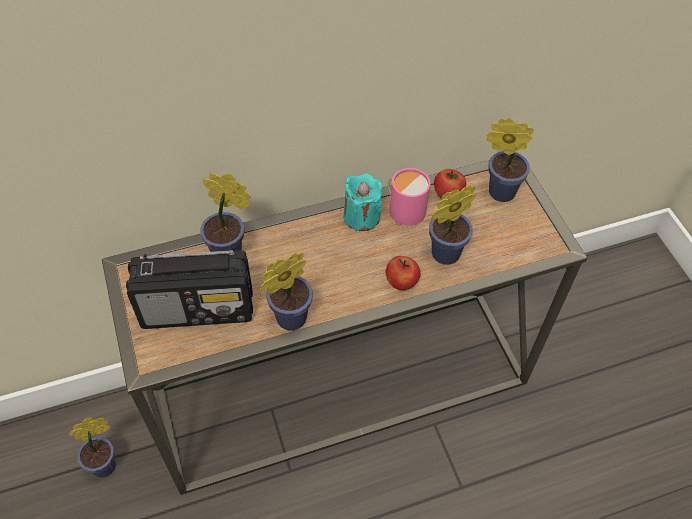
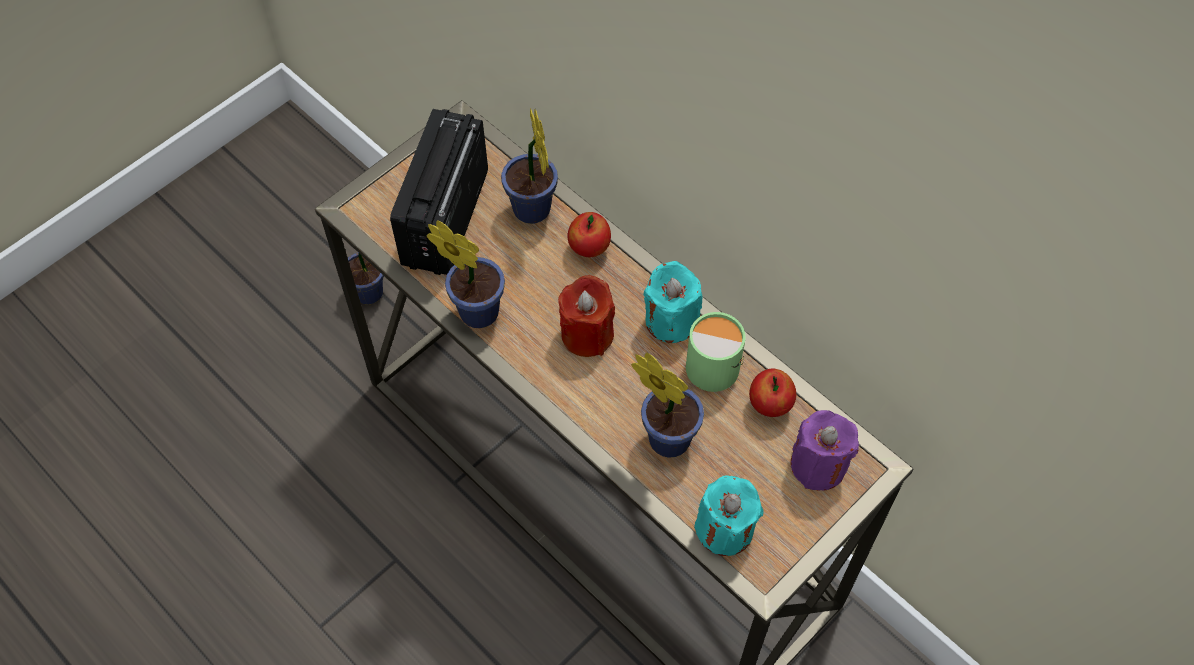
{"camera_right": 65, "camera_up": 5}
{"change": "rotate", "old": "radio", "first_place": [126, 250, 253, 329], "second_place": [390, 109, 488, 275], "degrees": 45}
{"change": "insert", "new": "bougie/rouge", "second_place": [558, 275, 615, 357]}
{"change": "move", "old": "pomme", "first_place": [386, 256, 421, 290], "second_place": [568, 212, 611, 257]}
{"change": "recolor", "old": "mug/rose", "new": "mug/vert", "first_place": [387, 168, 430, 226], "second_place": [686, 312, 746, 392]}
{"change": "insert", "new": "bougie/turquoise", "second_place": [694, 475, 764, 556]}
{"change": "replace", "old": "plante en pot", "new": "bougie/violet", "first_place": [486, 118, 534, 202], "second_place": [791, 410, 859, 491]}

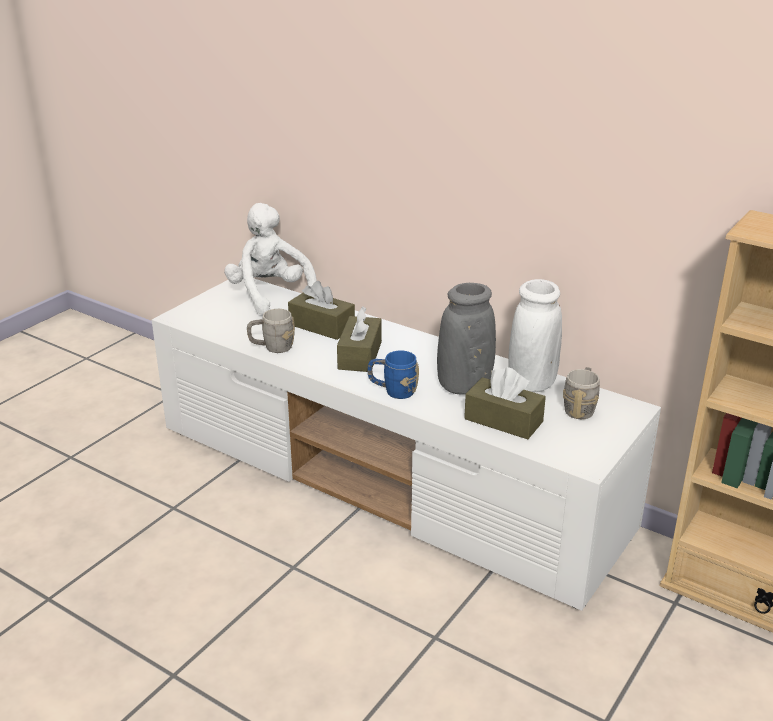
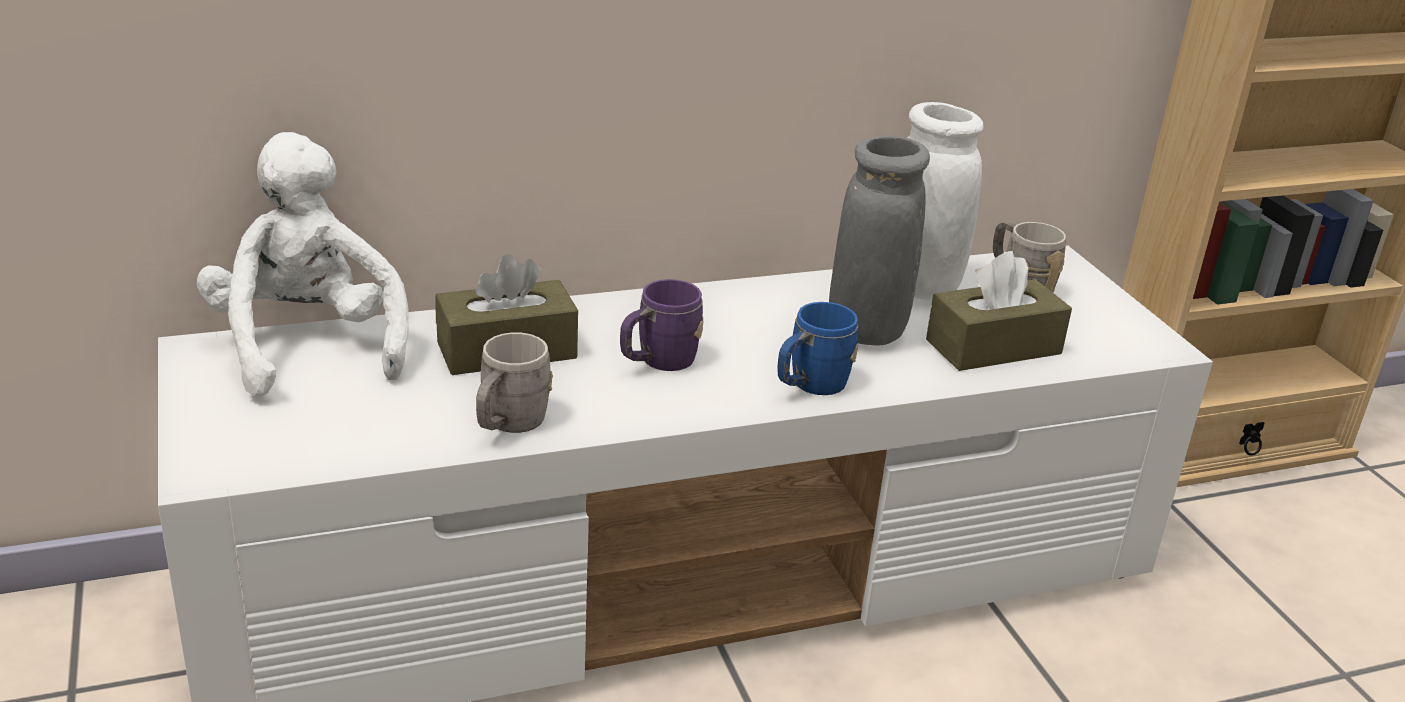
{"camera_right": -55, "camera_up": 0}
{"change": "rotate", "old": "peluche/blanc", "first_place": [224, 203, 317, 315], "second_place": [197, 132, 409, 397], "degrees": 60}
{"change": "replace", "old": "boîte à mouchoirs/marron", "new": "mug/violet", "first_place": [337, 306, 382, 372], "second_place": [620, 279, 703, 371]}

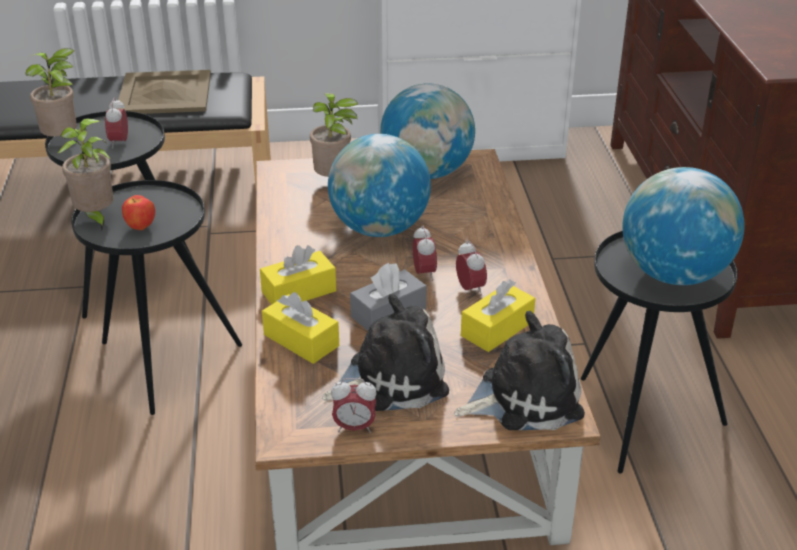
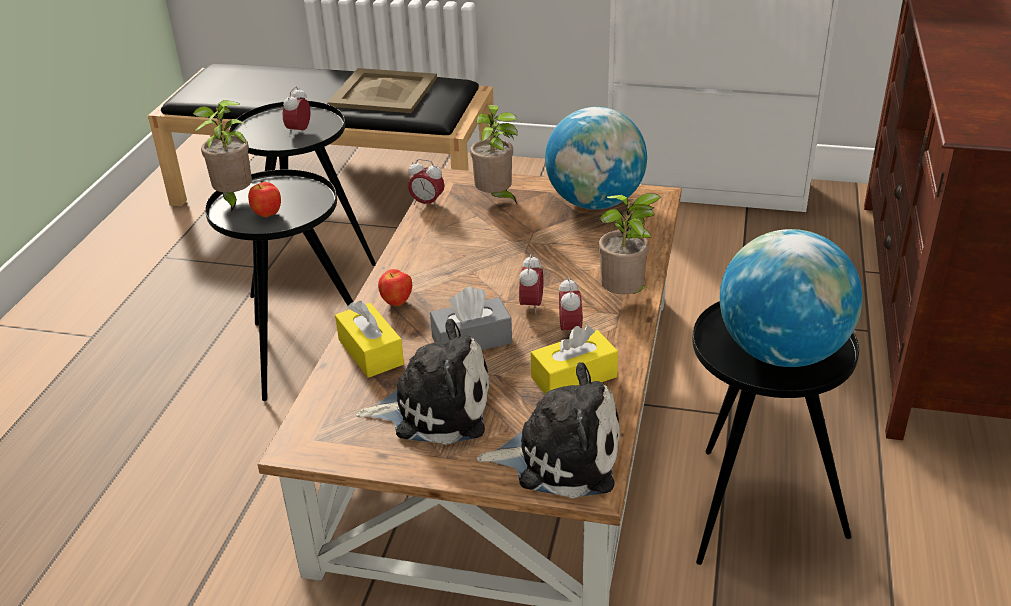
{"camera_right": 20, "camera_up": 0}
{"change": "replace", "old": "boîte à mouchoirs/jaune", "new": "pomme", "first_place": [260, 245, 336, 305], "second_place": [378, 269, 412, 306]}
{"change": "move", "old": "réveil", "first_place": [331, 378, 377, 433], "second_place": [408, 159, 445, 208]}
{"change": "move", "old": "plante en pot", "first_place": [26, 48, 78, 137], "second_place": [599, 193, 661, 294]}
{"change": "delete", "old": "globe", "first_place": [328, 134, 431, 237]}

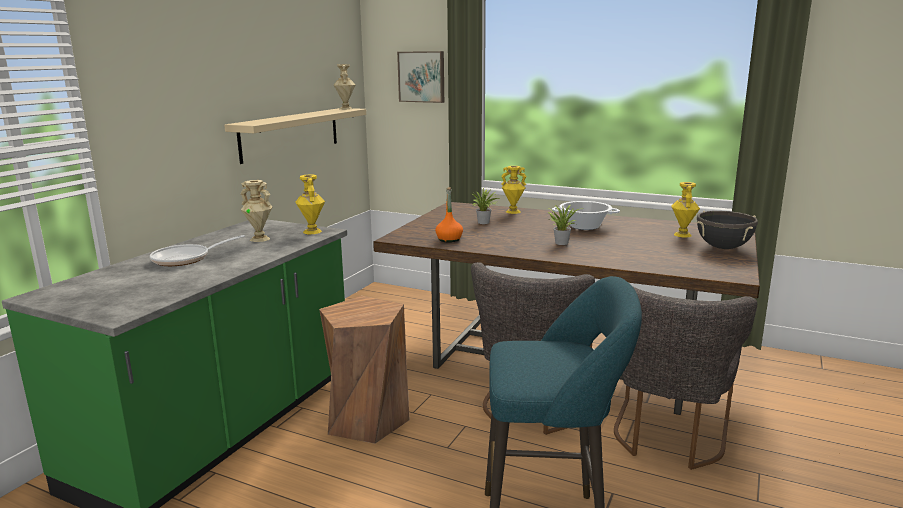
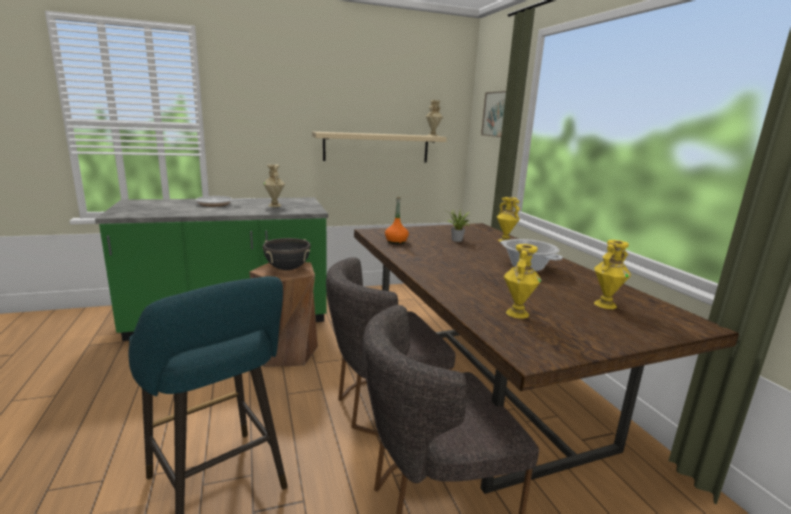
{"camera_right": 45, "camera_up": 0}
{"change": "move", "old": "marmite/noir", "first_place": [697, 211, 758, 249], "second_place": [263, 238, 311, 270]}
{"change": "move", "old": "vase/jaune", "first_place": [295, 174, 325, 234], "second_place": [504, 244, 541, 319]}
{"change": "delete", "old": "plante en pot", "first_place": [548, 205, 579, 245]}

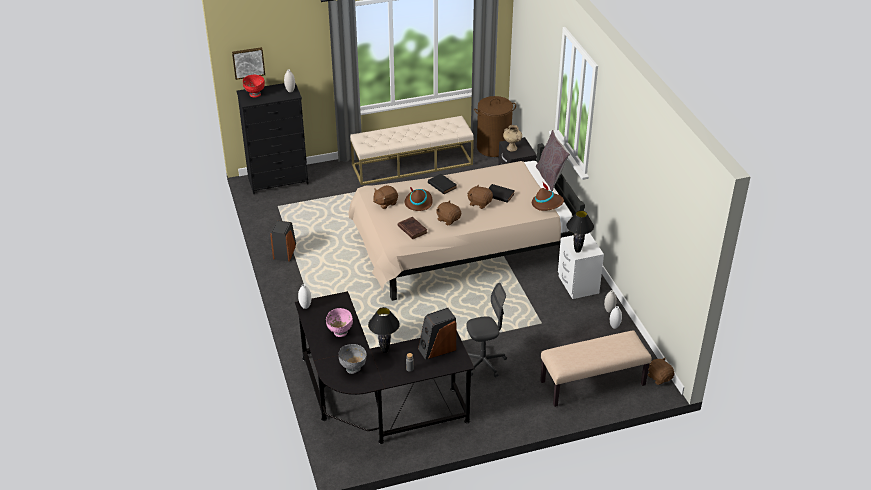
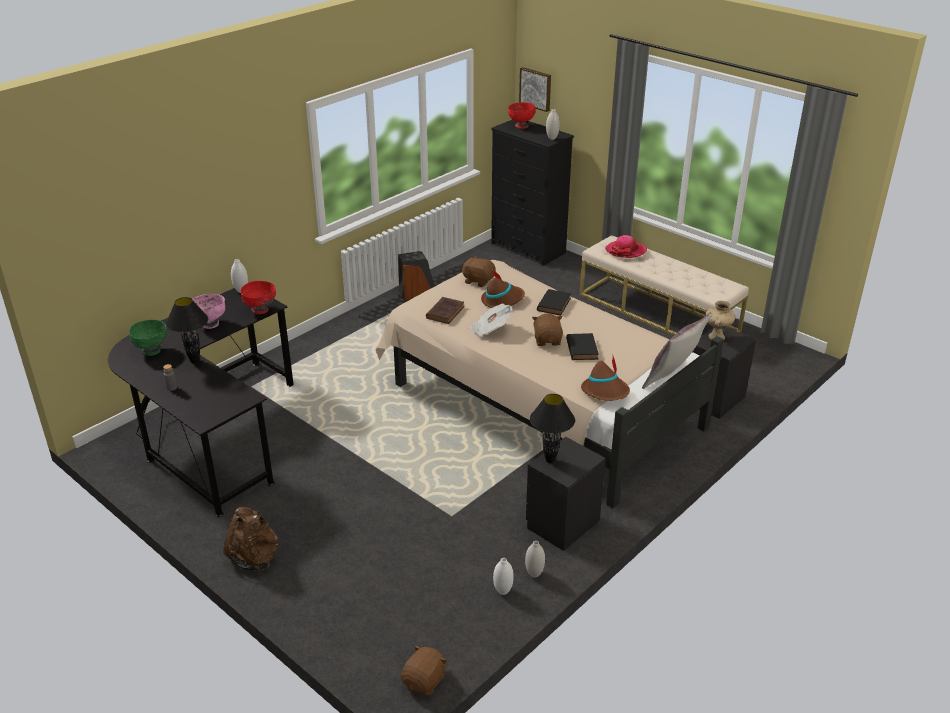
{"camera_right": 60, "camera_up": -5}
{"change": "recolor", "old": "bol/gris", "new": "bol/vert", "first_place": [339, 344, 367, 374], "second_place": [129, 320, 167, 356]}
{"change": "insert", "new": "sac à dos/marron", "second_place": [223, 507, 278, 572]}
{"change": "insert", "new": "bol/rouge", "second_place": [241, 281, 276, 314]}
{"change": "replace", "old": "peluche/marron", "new": "journal", "first_place": [436, 201, 461, 226], "second_place": [469, 304, 513, 337]}
{"change": "recolor", "old": "table de chevet/blanc", "new": "table de chevet/noir", "first_place": [558, 233, 604, 299], "second_place": [526, 437, 606, 551]}
{"change": "insert", "new": "chapeau", "second_place": [605, 235, 647, 258]}
{"change": "delete", "old": "enceinte", "first_place": [418, 308, 456, 360]}
{"change": "delete", "old": "chaise de bureau/gris", "first_place": [466, 283, 507, 378]}
{"change": "delete", "old": "panier à linge/marron", "first_place": [474, 96, 516, 157]}
{"change": "delete", "old": "banc/beige", "first_place": [540, 330, 652, 407]}

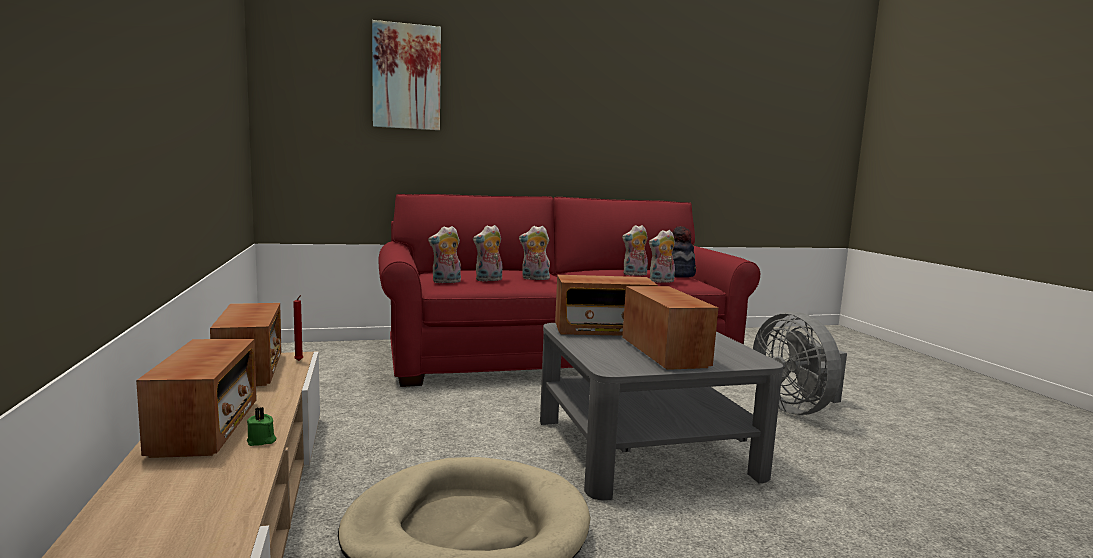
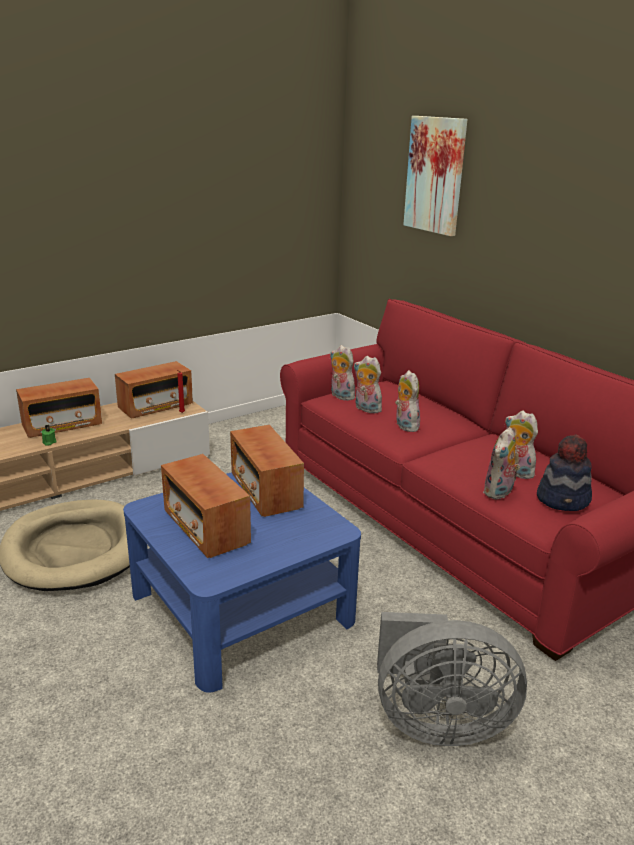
{"camera_right": 70, "camera_up": 15}
{"change": "recolor", "old": "table basse/gris", "new": "table basse/bleu", "first_place": [540, 323, 783, 500], "second_place": [123, 472, 361, 693]}
{"change": "rotate", "old": "radio", "first_place": [622, 286, 718, 370], "second_place": [161, 454, 251, 558], "degrees": 90}
{"change": "rotate", "old": "ventilateur/gris", "first_place": [753, 311, 847, 415], "second_place": [377, 612, 527, 746], "degrees": -135}
{"change": "rotate", "old": "peluche", "first_place": [649, 230, 675, 283], "second_place": [483, 427, 520, 500], "degrees": -105}

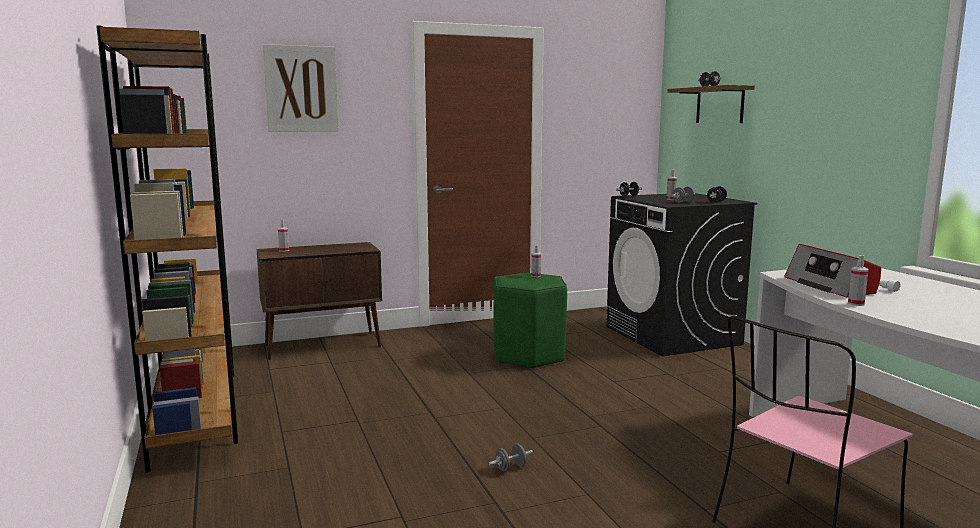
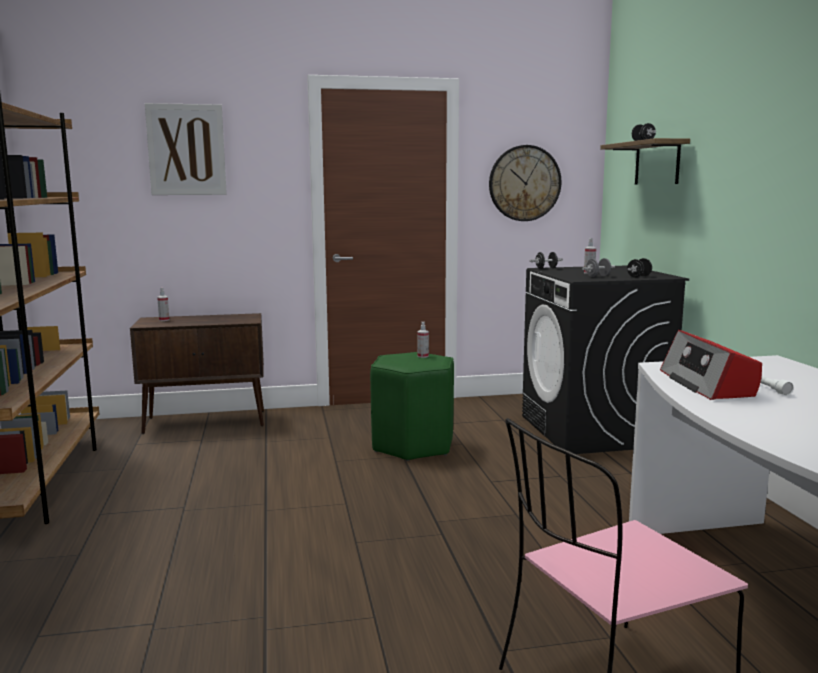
{"camera_right": 10, "camera_up": 0}
{"change": "insert", "new": "horloge murale", "second_place": [489, 145, 561, 221]}
{"change": "delete", "old": "haltère/gris", "first_place": [489, 444, 533, 472]}
{"change": "delete", "old": "vaporisateur", "first_place": [848, 255, 869, 306]}

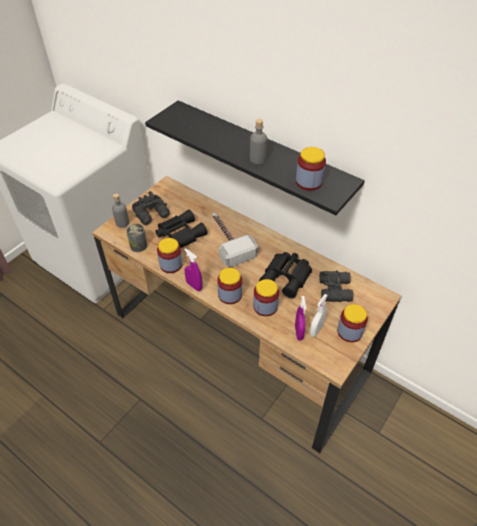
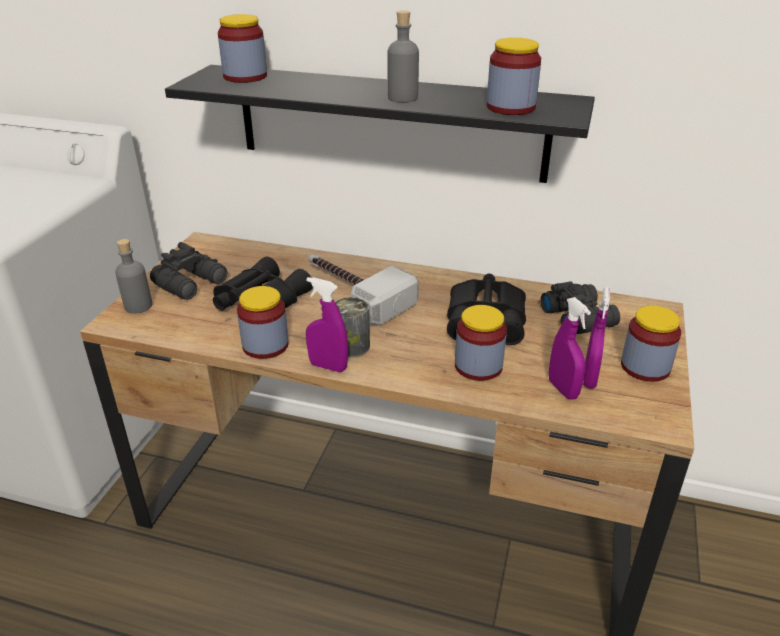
{"camera_right": -20, "camera_up": -15}
{"change": "move", "old": "bocal", "first_place": [217, 268, 242, 304], "second_place": [218, 14, 267, 83]}
{"change": "move", "old": "boîte métallique", "first_place": [126, 224, 147, 252], "second_place": [335, 297, 370, 357]}
{"change": "recolor", "old": "vaporisateur/blanc", "new": "vaporisateur/violet", "first_place": [310, 294, 328, 337], "second_place": [583, 287, 610, 389]}

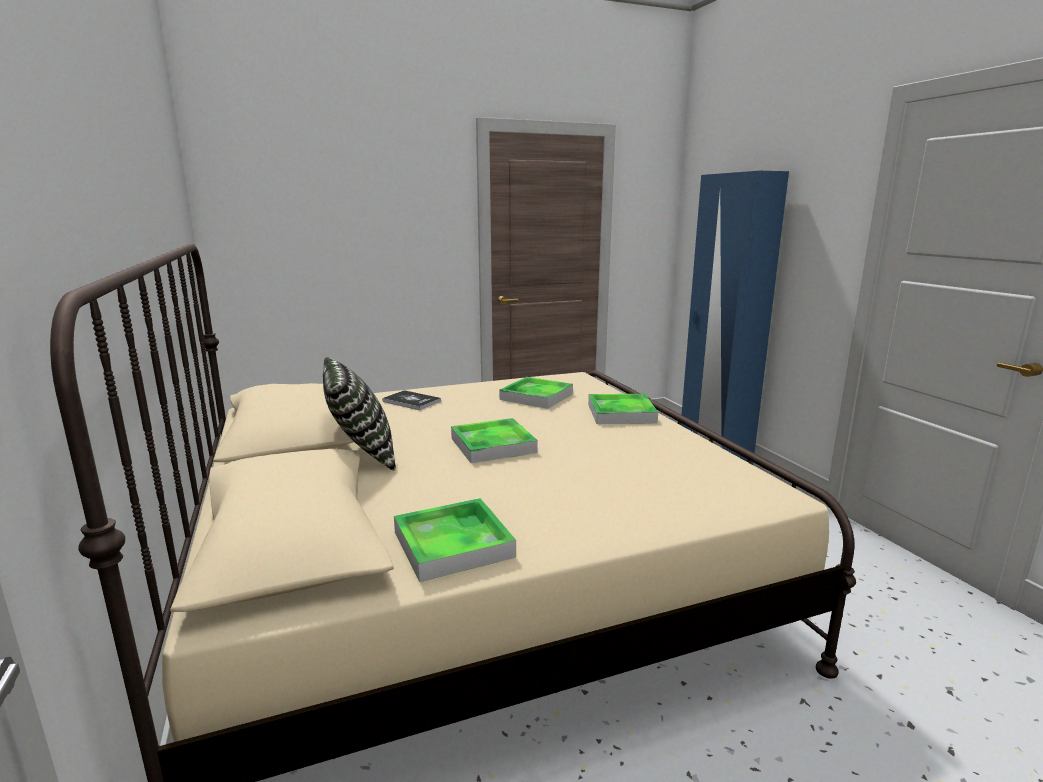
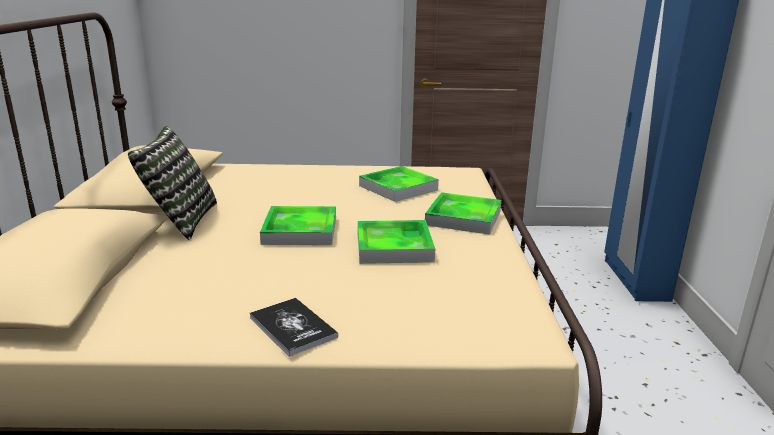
{"camera_right": 20, "camera_up": 5}
{"change": "move", "old": "livre", "first_place": [382, 390, 441, 410], "second_place": [250, 298, 338, 357]}
{"change": "move", "old": "plateau", "first_place": [394, 498, 516, 582], "second_place": [357, 220, 435, 264]}

